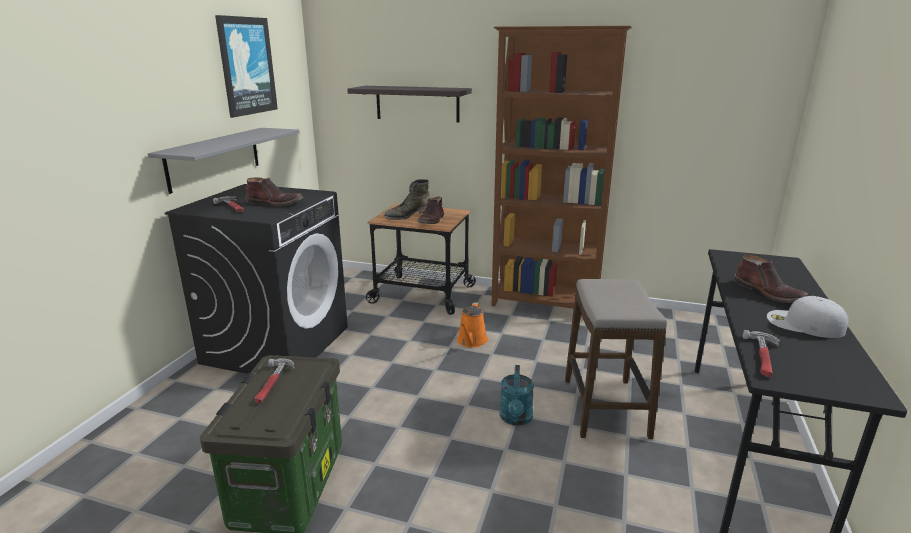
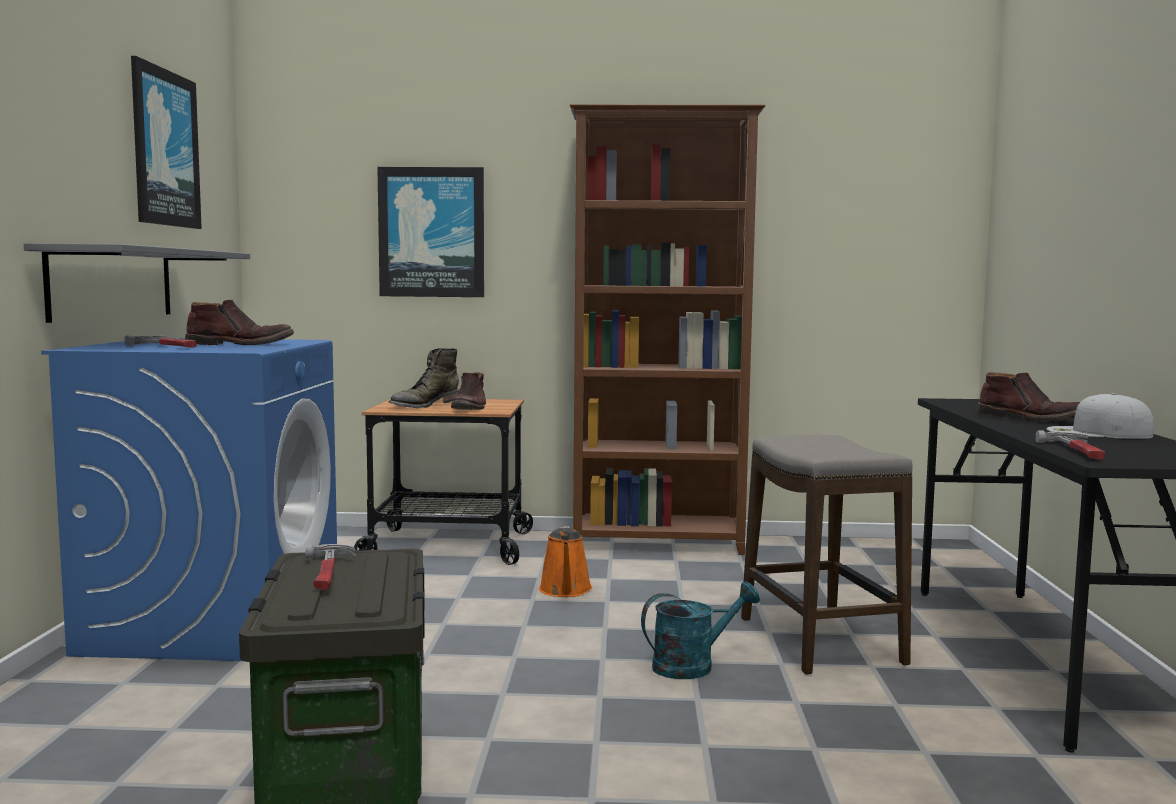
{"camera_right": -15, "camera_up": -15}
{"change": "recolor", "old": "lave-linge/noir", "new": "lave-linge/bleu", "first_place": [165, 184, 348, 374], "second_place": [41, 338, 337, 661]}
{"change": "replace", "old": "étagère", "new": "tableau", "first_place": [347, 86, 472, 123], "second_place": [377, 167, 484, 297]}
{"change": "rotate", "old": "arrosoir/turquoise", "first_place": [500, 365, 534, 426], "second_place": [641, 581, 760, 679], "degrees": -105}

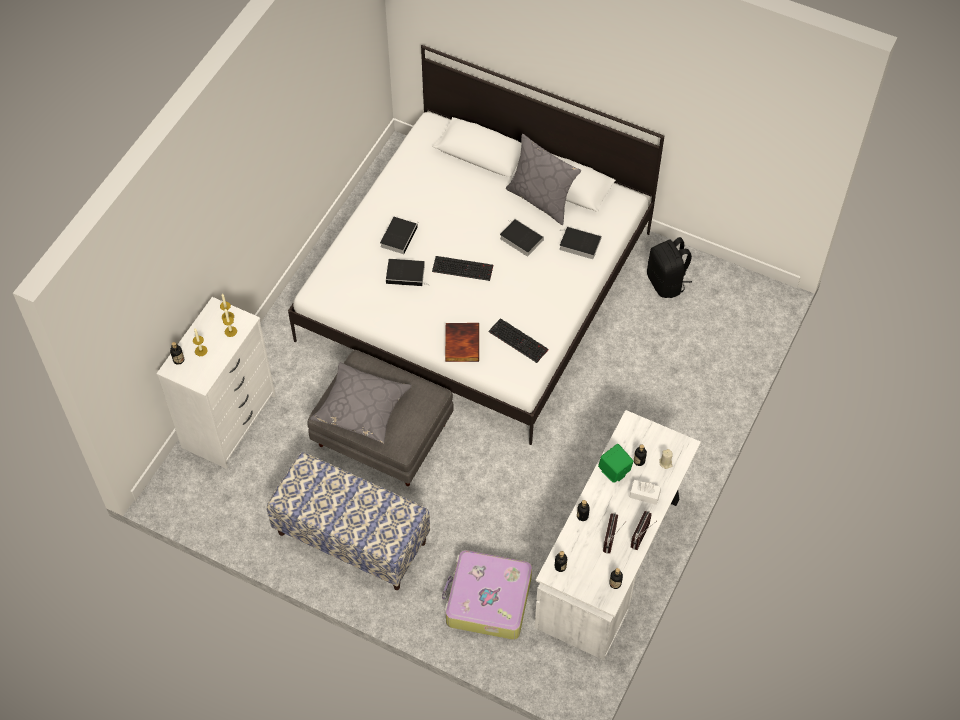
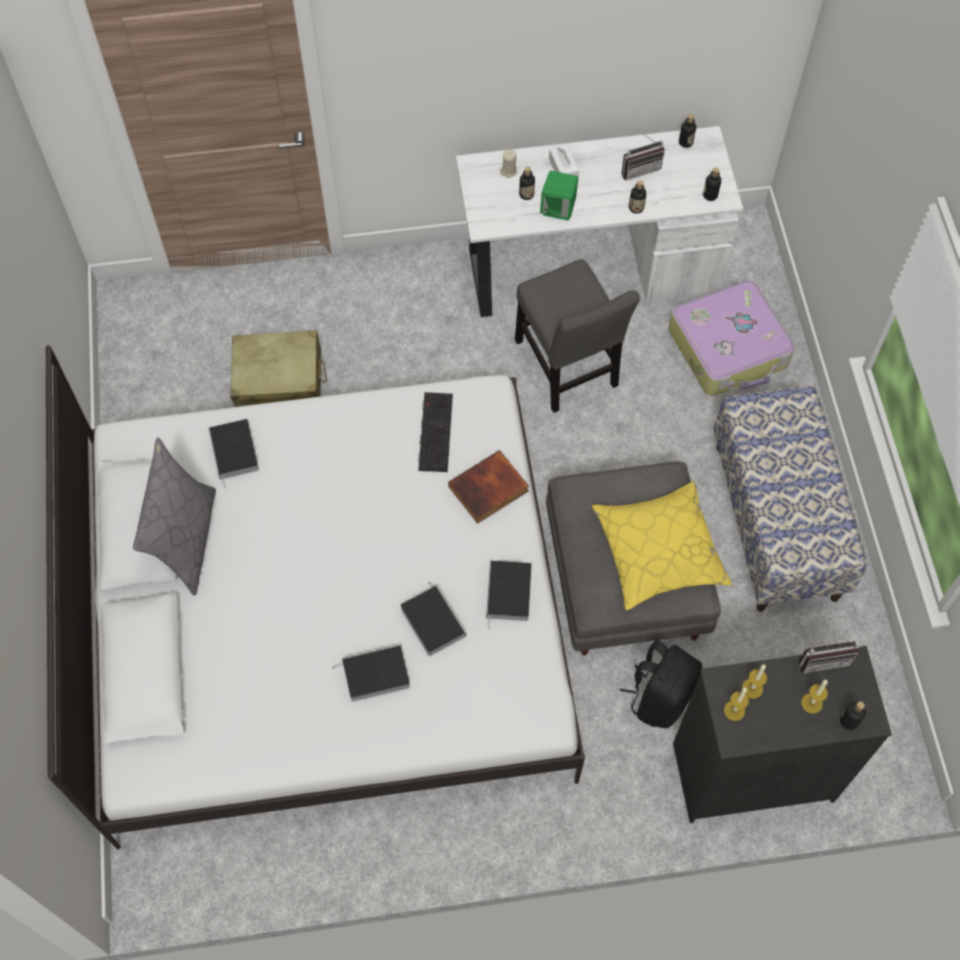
{"camera_right": -125, "camera_up": 5}
{"change": "insert", "new": "valise/beige", "second_place": [230, 330, 327, 407]}
{"change": "move", "old": "livre", "first_place": [500, 219, 544, 256], "second_place": [486, 561, 532, 629]}
{"change": "insert", "new": "chaise/gris", "second_place": [515, 259, 640, 413]}
{"change": "recolor", "old": "coussin/gris", "new": "coussin/jaune", "first_place": [310, 362, 412, 444], "second_place": [592, 481, 732, 610]}
{"change": "move", "old": "sac à dos/noir", "first_place": [647, 237, 692, 298], "second_place": [619, 640, 702, 728]}
{"change": "recolor", "old": "commode/blanc", "new": "commode/noir", "first_place": [156, 297, 276, 469], "second_place": [673, 646, 892, 823]}
{"change": "move", "old": "radio", "first_place": [630, 510, 657, 550], "second_place": [799, 623, 859, 673]}
{"change": "delete", "old": "clavier", "first_place": [432, 256, 493, 281]}

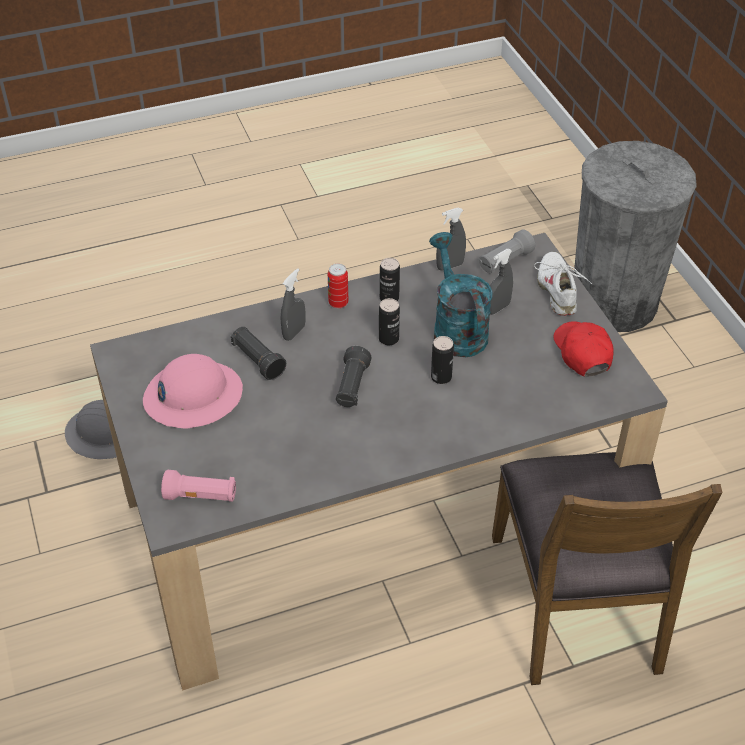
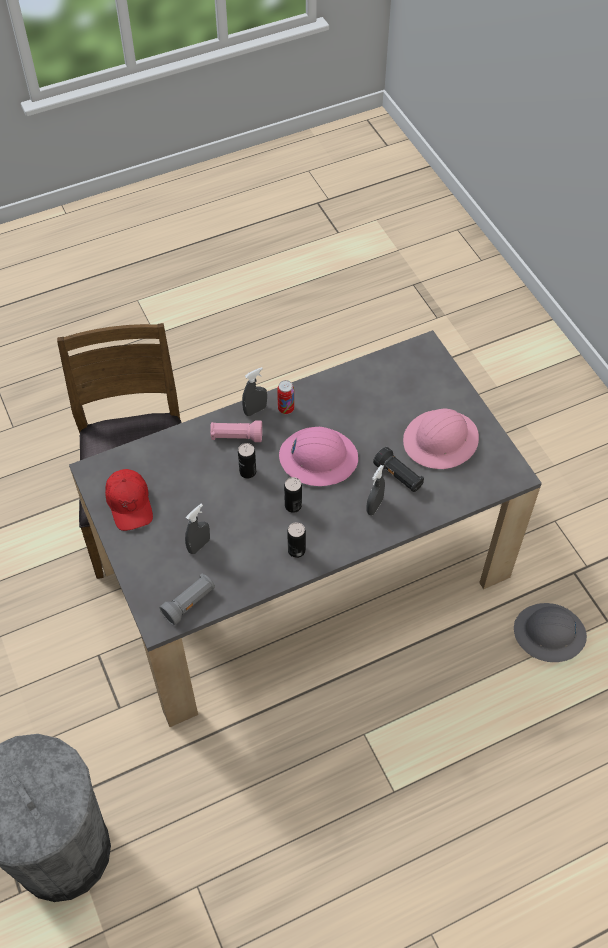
{"camera_right": 175, "camera_up": 10}
{"change": "move", "old": "lampe de poche/rose", "first_place": [161, 470, 236, 502], "second_place": [210, 420, 262, 442]}
{"change": "move", "old": "vaporisateur/gris", "first_place": [436, 208, 466, 271], "second_place": [242, 367, 267, 416]}
{"change": "move", "old": "boîte métallique", "first_place": [328, 263, 348, 309], "second_place": [277, 380, 294, 414]}
{"change": "replace", "old": "lampe de poche/noir", "new": "casque de chantier/rose", "first_place": [336, 346, 372, 407], "second_place": [279, 427, 358, 486]}
{"change": "delete", "old": "arrosoir/turquoise", "first_place": [429, 232, 492, 357]}
{"change": "delete", "old": "chaussure/blanc", "first_place": [534, 252, 592, 316]}

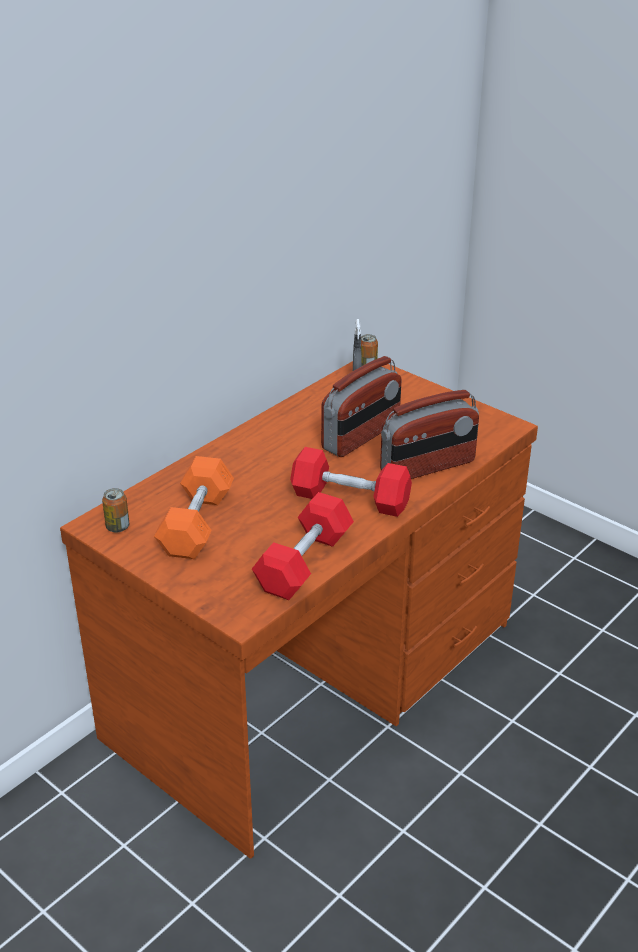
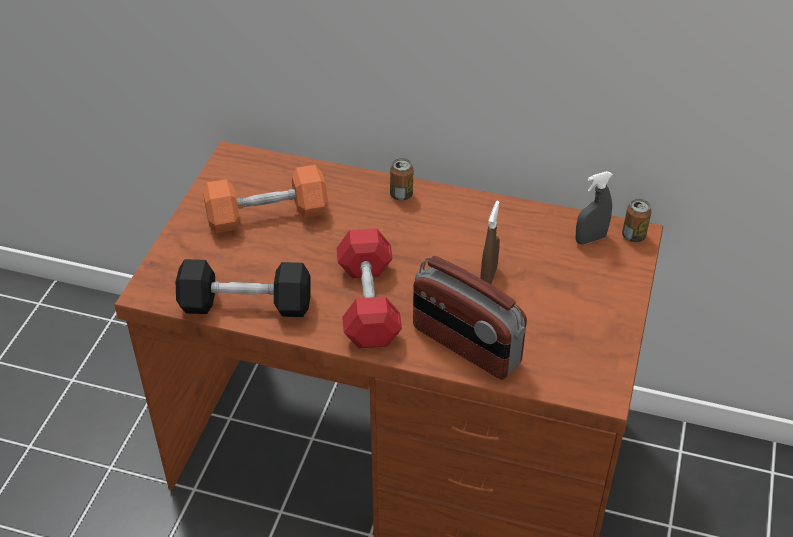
{"camera_right": 65, "camera_up": 10}
{"change": "recolor", "old": "haltère/rouge", "new": "haltère/noir", "first_place": [252, 492, 354, 600], "second_place": [176, 259, 311, 317]}
{"change": "move", "old": "boîte métallique", "first_place": [102, 488, 130, 533], "second_place": [390, 158, 414, 201]}
{"change": "replace", "old": "radio", "new": "vaporisateur/marron", "first_place": [321, 356, 401, 457], "second_place": [480, 201, 500, 284]}

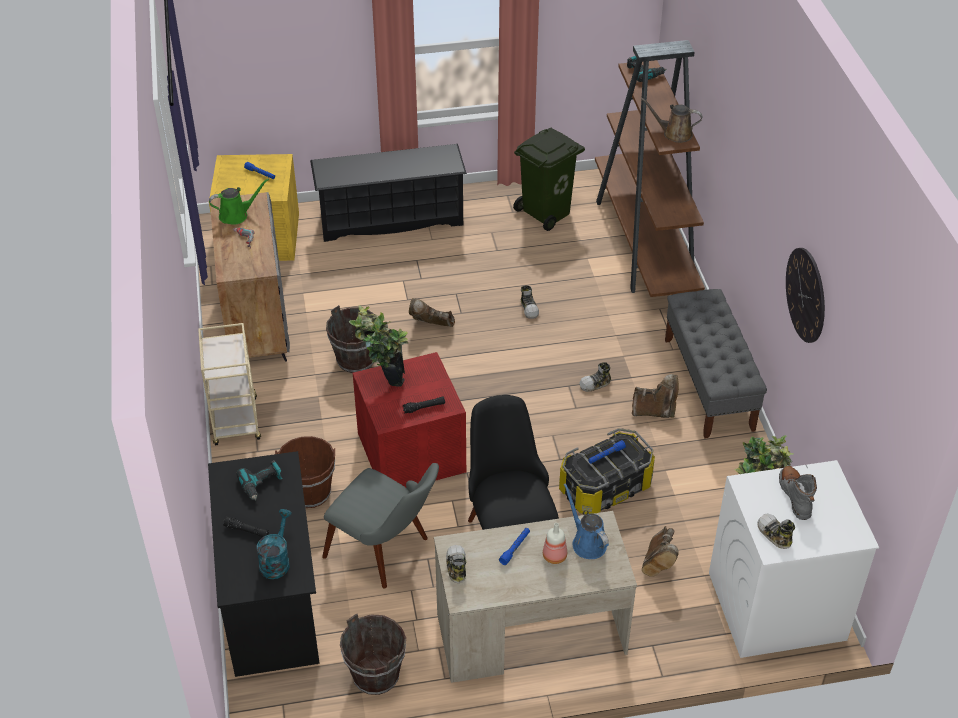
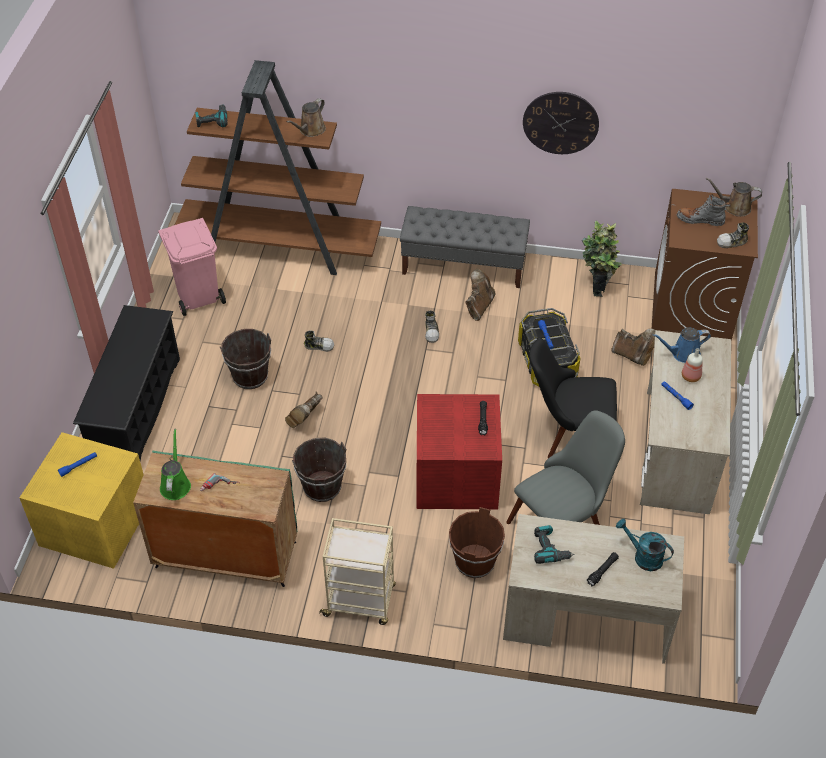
{"camera_right": -70, "camera_up": 5}
{"change": "recolor", "old": "meuble de rangement/gris", "new": "meuble de rangement/vert", "first_place": [210, 192, 290, 362], "second_place": [133, 451, 297, 587]}
{"change": "recolor", "old": "poubelle/vert", "new": "poubelle/rose", "first_place": [513, 127, 585, 231], "second_place": [158, 218, 226, 316]}
{"change": "move", "old": "seau/marron", "first_place": [340, 613, 406, 695], "second_place": [220, 329, 271, 389]}
{"change": "recolor", "old": "bureau/noir", "new": "bureau/beige", "first_place": [208, 451, 320, 677], "second_place": [503, 514, 684, 664]}
{"change": "recolor", "old": "lave-linge/blanc", "new": "lave-linge/marron", "first_place": [709, 460, 879, 658], "second_place": [652, 189, 758, 340]}
{"change": "insert", "new": "arrosoir/marron", "second_place": [706, 177, 762, 217]}
{"change": "delete", "old": "plante en pot", "first_place": [349, 305, 408, 387]}
{"change": "delete", "old": "chaussure", "first_place": [446, 545, 466, 583]}

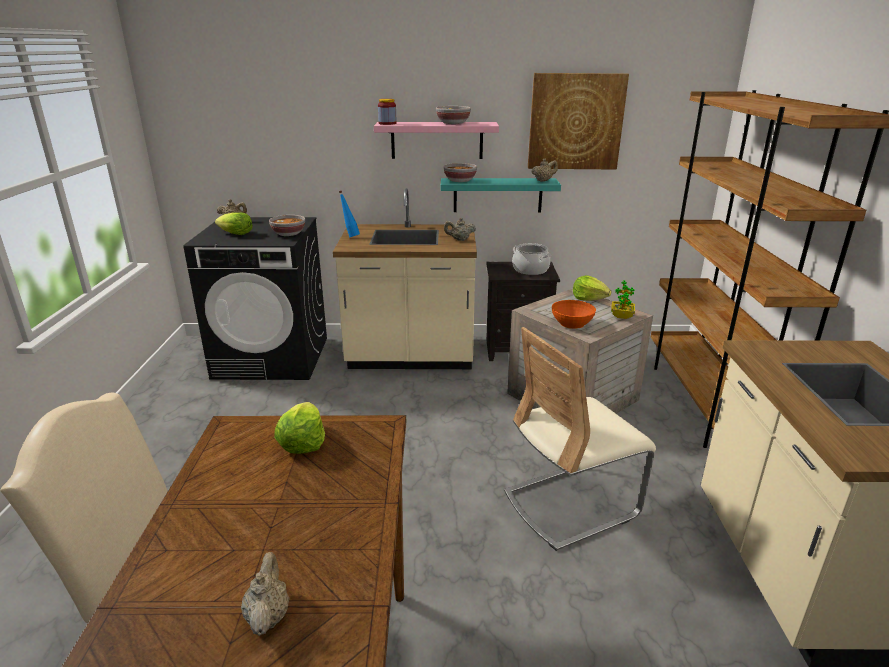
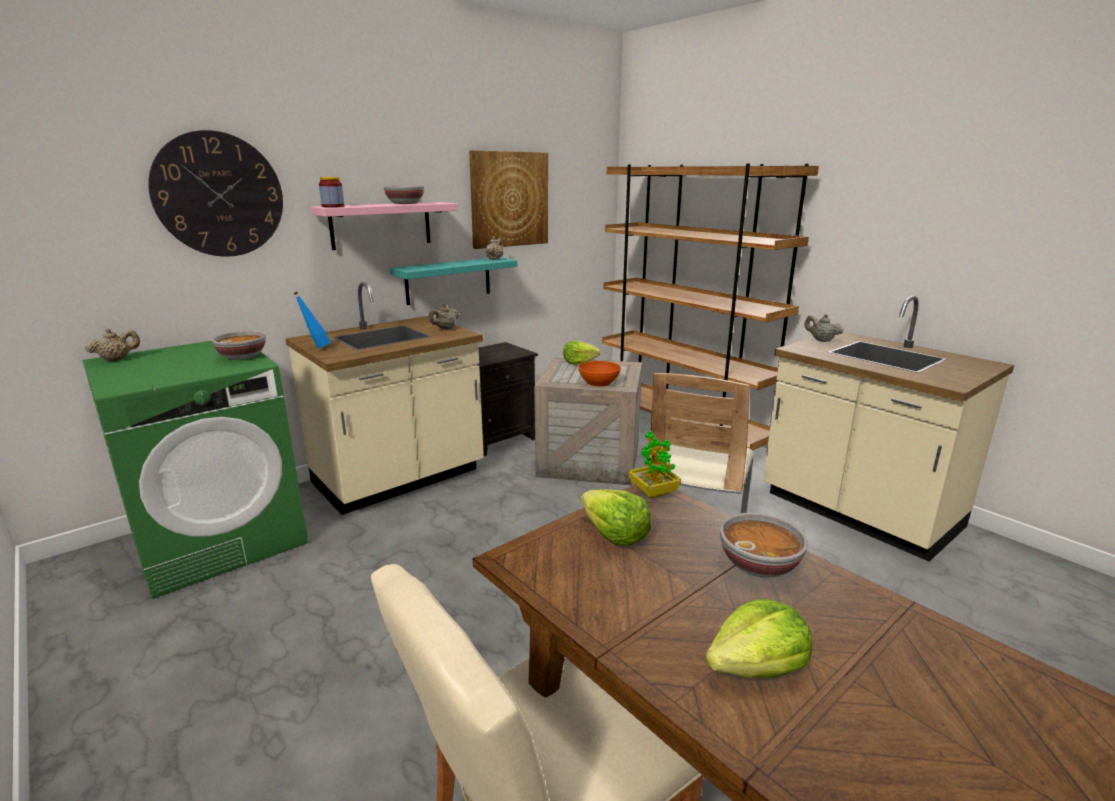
{"camera_right": -40, "camera_up": -5}
{"change": "recolor", "old": "lave-linge/noir", "new": "lave-linge/vert", "first_place": [183, 217, 327, 380], "second_place": [82, 341, 308, 599]}
{"change": "insert", "new": "horloge murale", "second_place": [148, 130, 283, 257]}
{"change": "move", "old": "plante en pot", "first_place": [611, 280, 635, 319], "second_place": [629, 431, 681, 498]}
{"change": "move", "old": "laitue", "first_place": [215, 212, 253, 235], "second_place": [706, 599, 812, 678]}
{"change": "move", "old": "bol", "first_place": [443, 163, 477, 182], "second_place": [720, 513, 808, 578]}
{"change": "move", "old": "théière/beige", "first_place": [241, 552, 290, 636], "second_place": [804, 314, 843, 342]}
{"change": "delete", "old": "marmite", "first_place": [512, 243, 551, 275]}

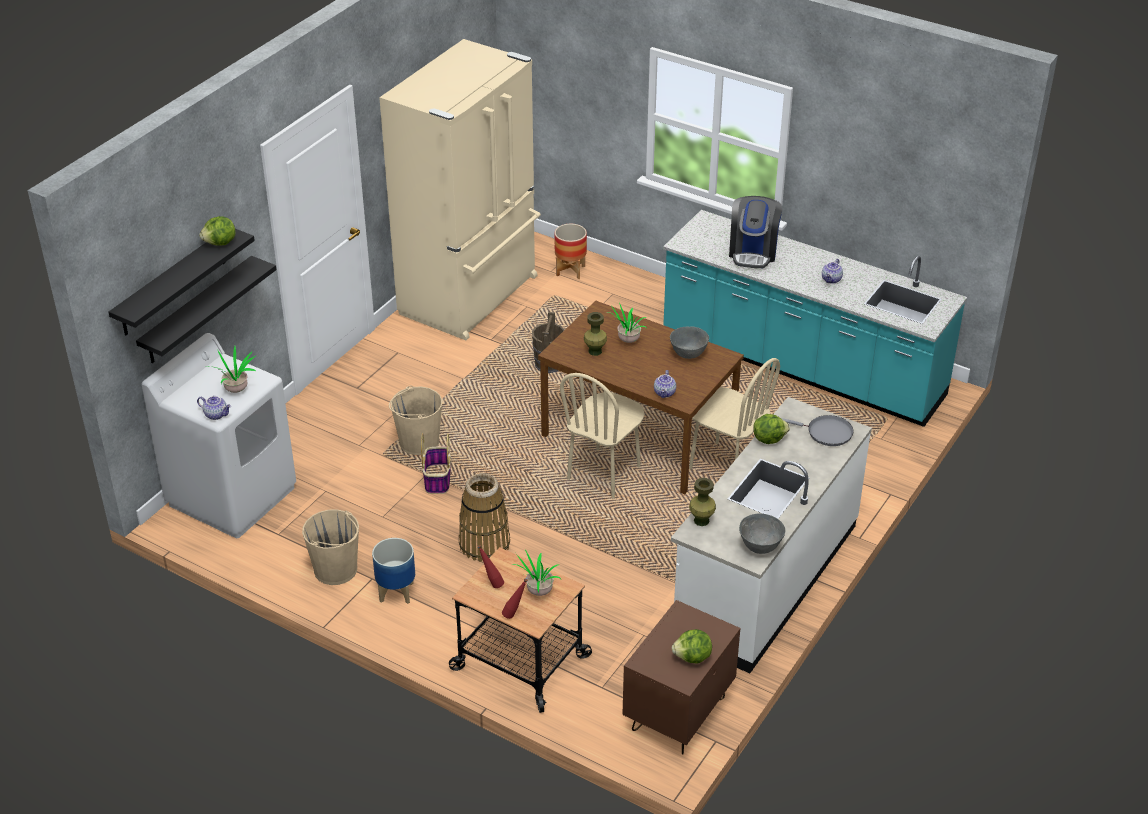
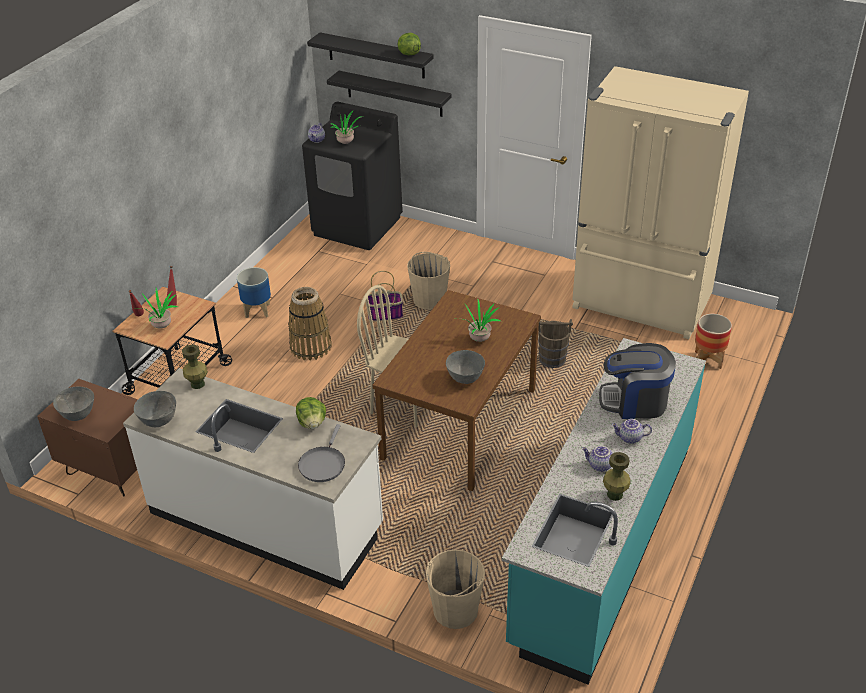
{"camera_right": 85, "camera_up": 0}
{"change": "replace", "old": "laitue", "new": "bol/gris", "first_place": [672, 629, 712, 664], "second_place": [53, 386, 94, 421]}
{"change": "recolor", "old": "lave-linge/blanc", "new": "lave-linge/noir", "first_place": [142, 333, 296, 538], "second_place": [302, 102, 403, 250]}
{"change": "move", "old": "seau/beige", "first_place": [302, 509, 359, 585], "second_place": [426, 549, 485, 629]}
{"change": "move", "old": "vase/vert", "first_place": [584, 312, 607, 356], "second_place": [603, 452, 630, 501]}
{"change": "move", "old": "théière", "first_place": [654, 370, 676, 398], "second_place": [611, 419, 652, 444]}
{"change": "delete", "old": "chaise/beige", "first_place": [689, 358, 780, 469]}

